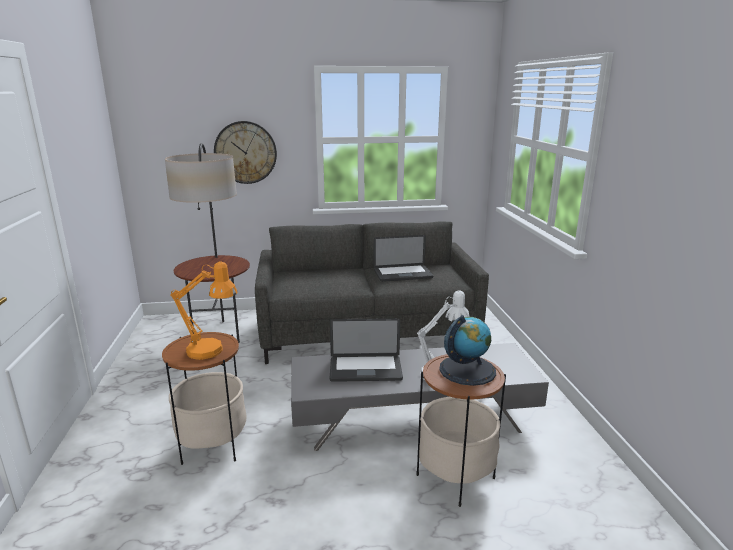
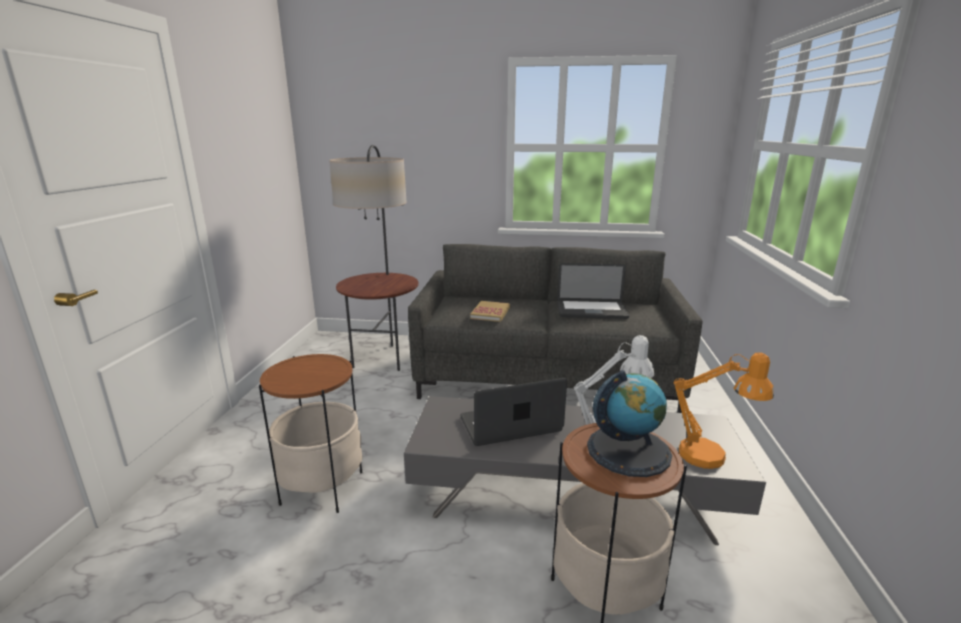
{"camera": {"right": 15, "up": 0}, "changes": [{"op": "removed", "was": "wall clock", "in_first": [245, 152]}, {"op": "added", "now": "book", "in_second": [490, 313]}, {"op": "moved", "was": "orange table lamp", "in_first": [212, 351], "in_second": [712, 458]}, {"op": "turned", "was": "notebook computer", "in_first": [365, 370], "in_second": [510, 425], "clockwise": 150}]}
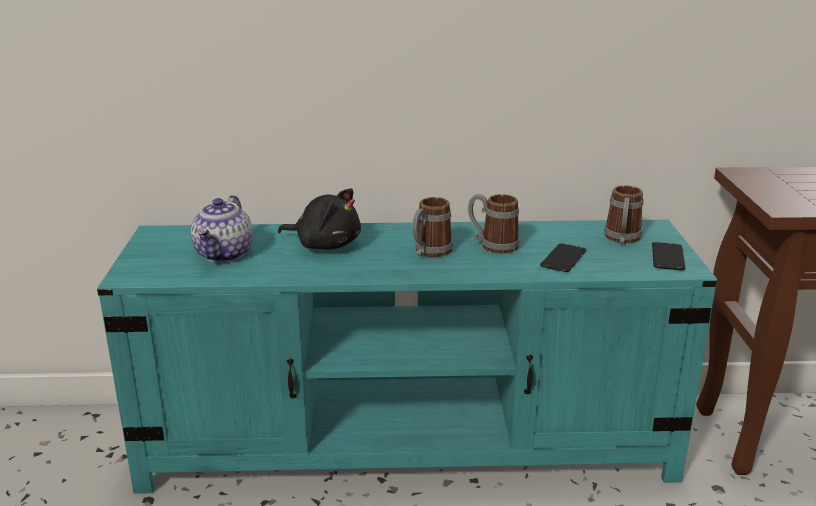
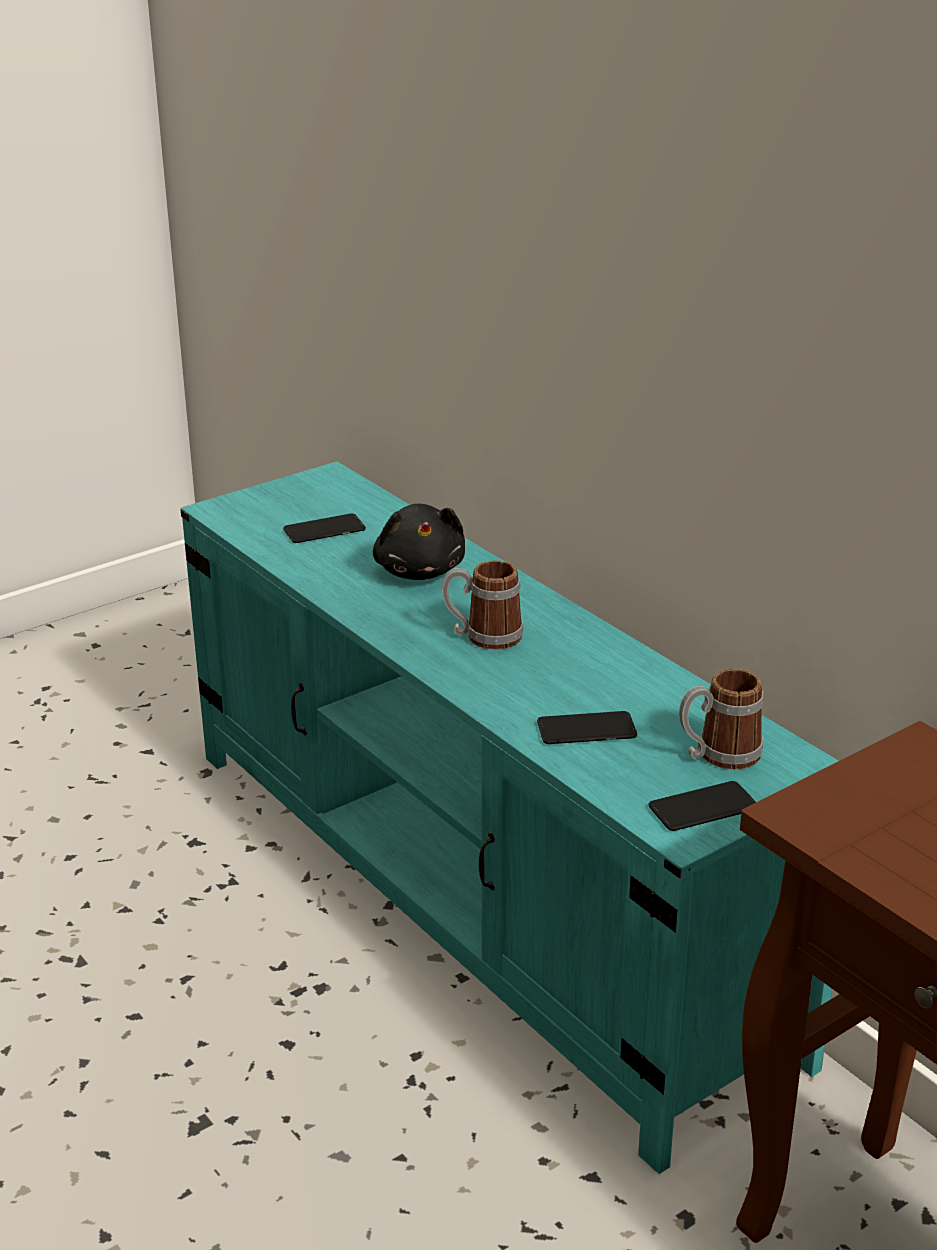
{"camera": {"right": 55, "up": 5}, "changes": [{"op": "removed", "was": "coffee mug", "in_first": [492, 245]}, {"op": "replaced", "was": "tea pot", "now": "telephone", "in_first": [224, 254], "in_second": [324, 530]}]}
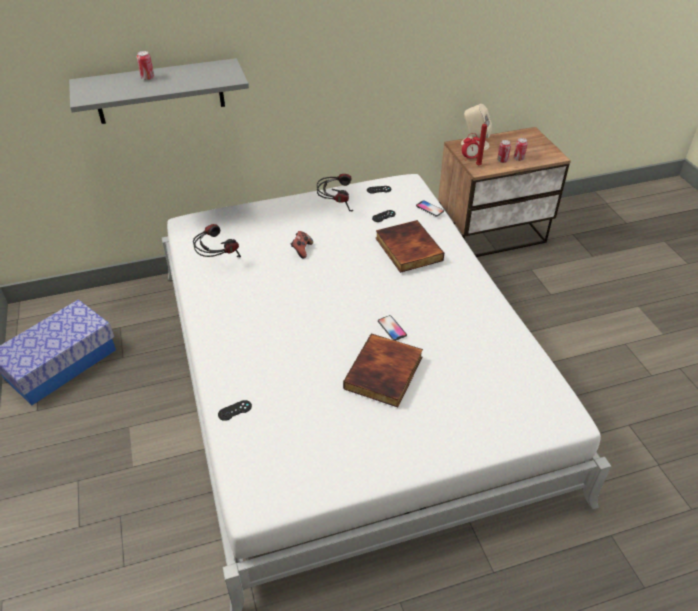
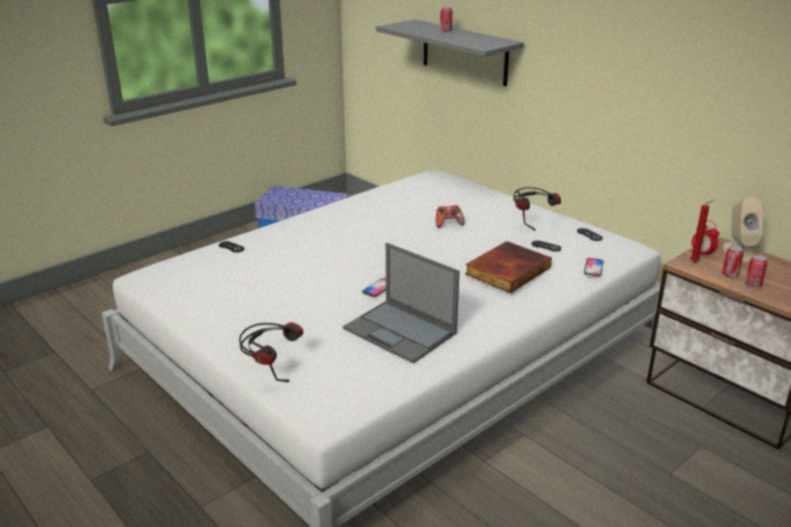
{"camera": {"right": 65, "up": -15}, "changes": [{"op": "removed", "was": "book", "in_first": [385, 373]}, {"op": "added", "now": "notebook computer", "in_second": [401, 331]}, {"op": "moved", "was": "headphones", "in_first": [217, 260], "in_second": [271, 368]}]}
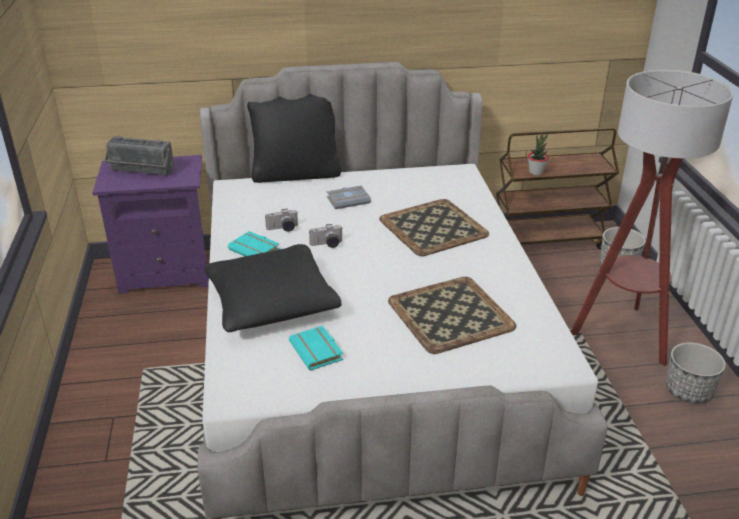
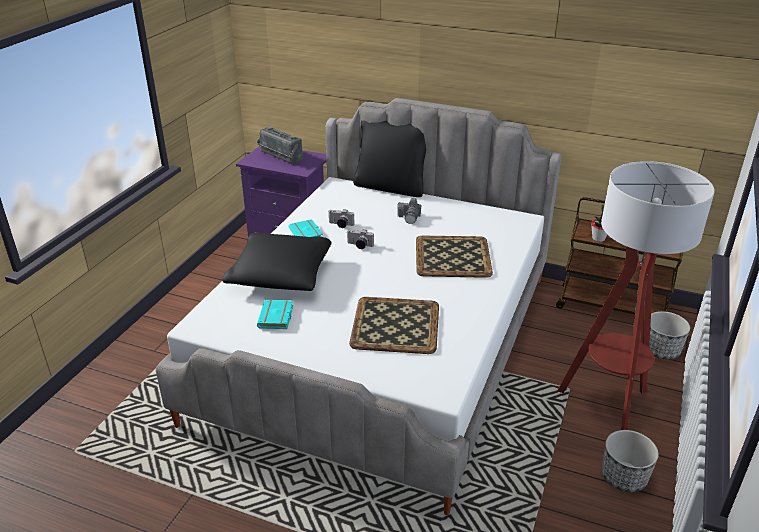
{"camera": {"right": 30, "up": 0}, "changes": [{"op": "replaced", "was": "greyish book", "now": "still camera", "in_first": [349, 200], "in_second": [410, 217]}]}
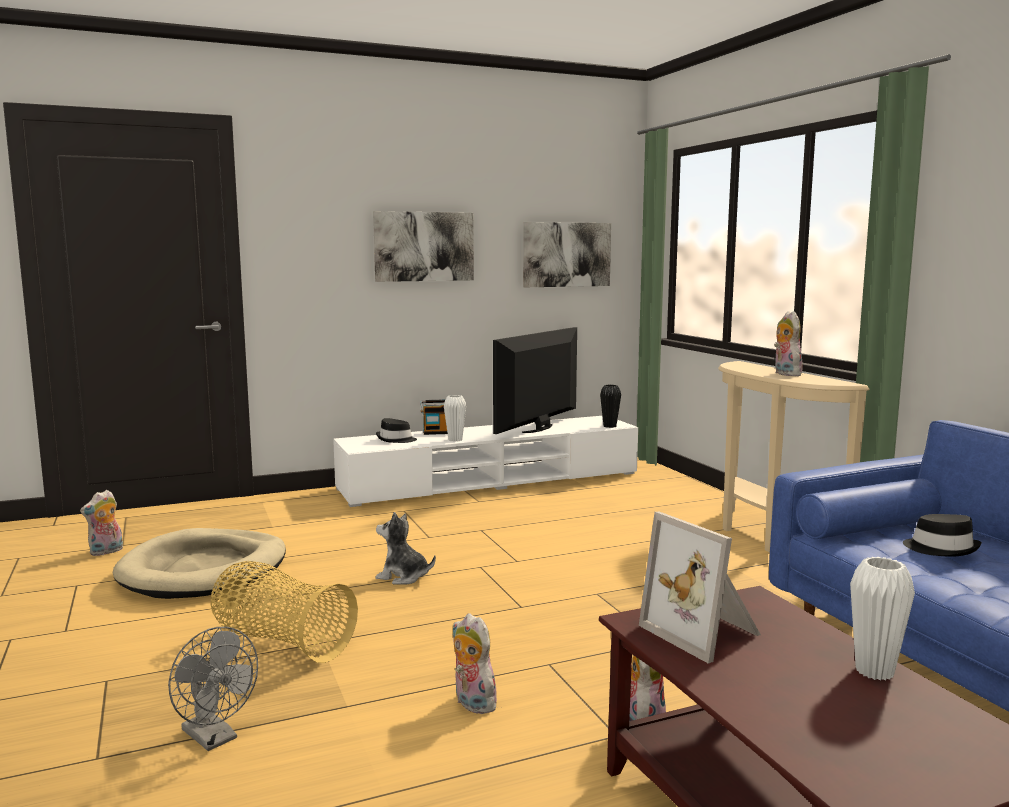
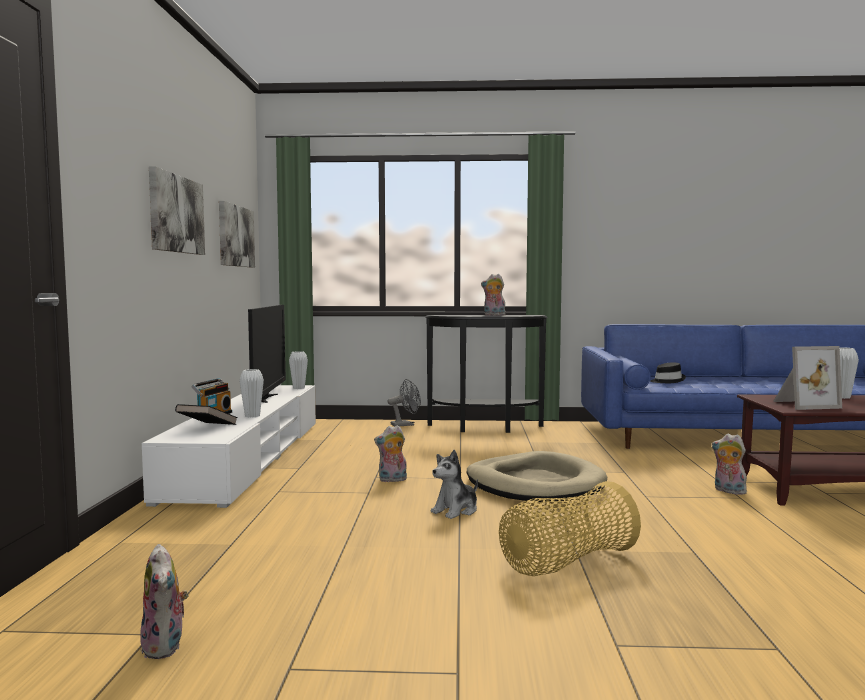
{"camera": {"right": -65, "up": -5}, "changes": [{"op": "moved", "was": "beige-coloured pet bed", "in_first": [204, 570], "in_second": [534, 484]}, {"op": "moved", "was": "greyish electric fan", "in_first": [215, 738], "in_second": [405, 424]}, {"op": "moved", "was": "soft toy", "in_first": [471, 703], "in_second": [392, 480]}, {"op": "replaced", "was": "black clothing hat", "now": "black book", "in_first": [396, 439], "in_second": [207, 428]}, {"op": "recoloured", "was": "black decorative vase", "now": "whitish decorative vase", "in_first": [609, 426], "in_second": [298, 388]}, {"op": "recoloured", "was": "beige-coloured narrow table", "now": "black narrow table", "in_first": [766, 537], "in_second": [485, 428]}, {"op": "turned", "was": "TV", "in_first": [540, 428], "in_second": [267, 398], "clockwise": -150}]}
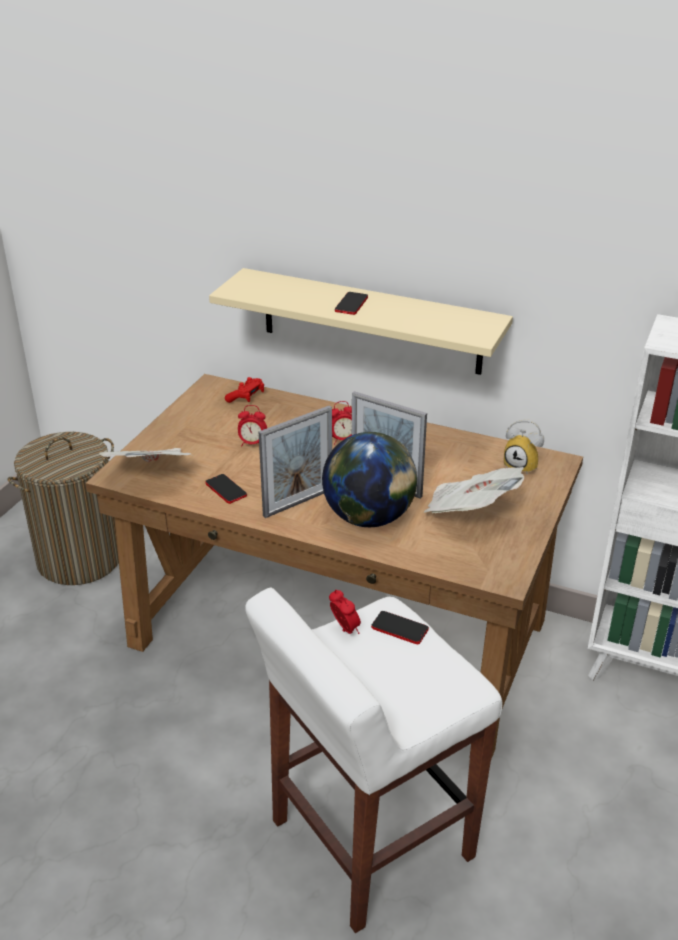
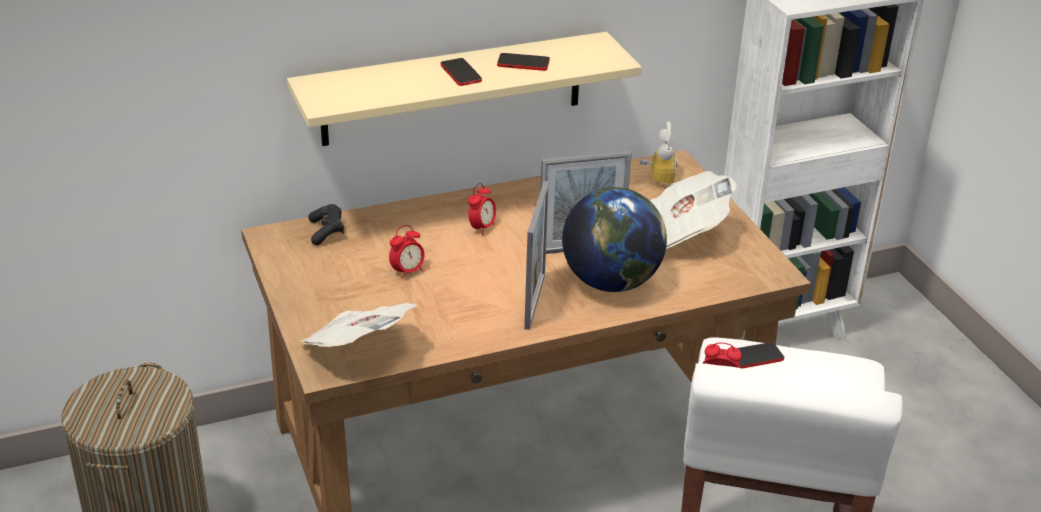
{"camera": {"right": -45, "up": 0}, "changes": [{"op": "moved", "was": "telephone", "in_first": [226, 489], "in_second": [523, 63]}, {"op": "recoloured", "was": "red game controller", "now": "black game controller", "in_first": [246, 397], "in_second": [326, 232]}, {"op": "turned", "was": "alarm clock", "in_first": [523, 466], "in_second": [656, 178], "clockwise": -75}]}
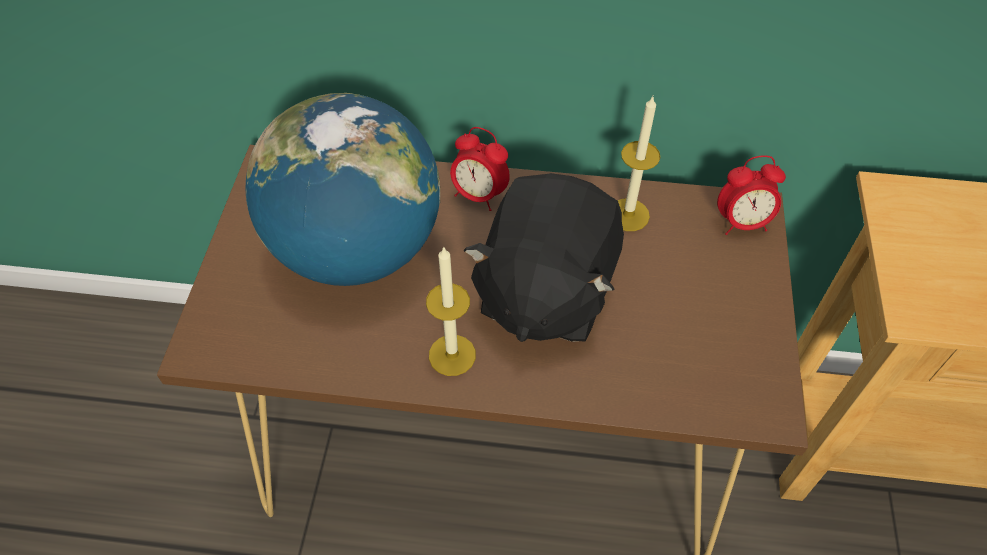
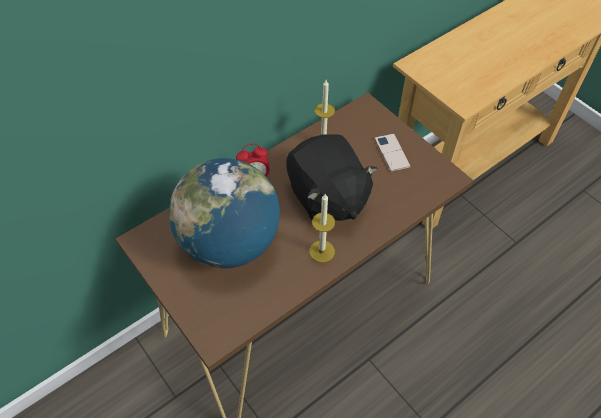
{"camera": {"right": -45, "up": 0}, "changes": [{"op": "removed", "was": "alarm clock", "in_first": [742, 223]}, {"op": "added", "now": "telephone", "in_second": [392, 153]}]}
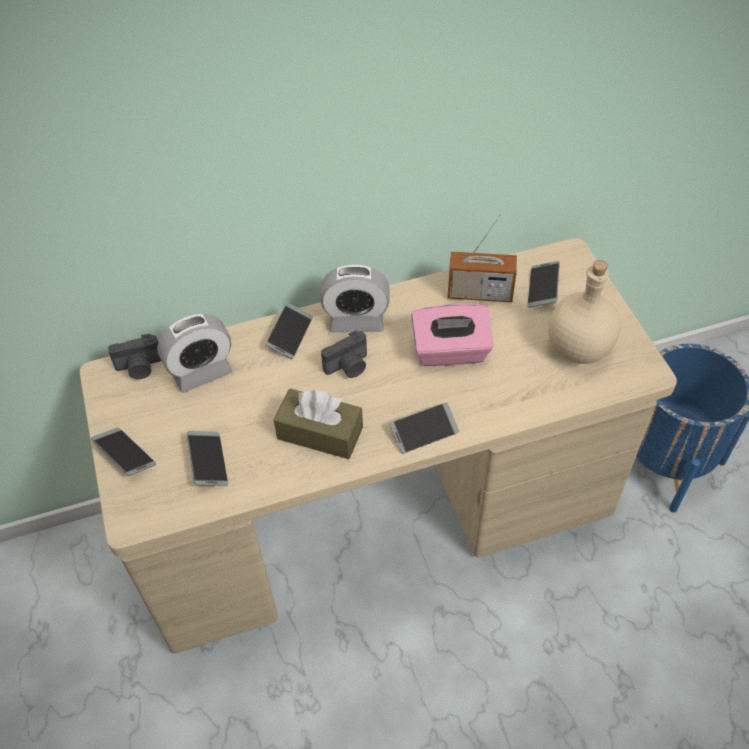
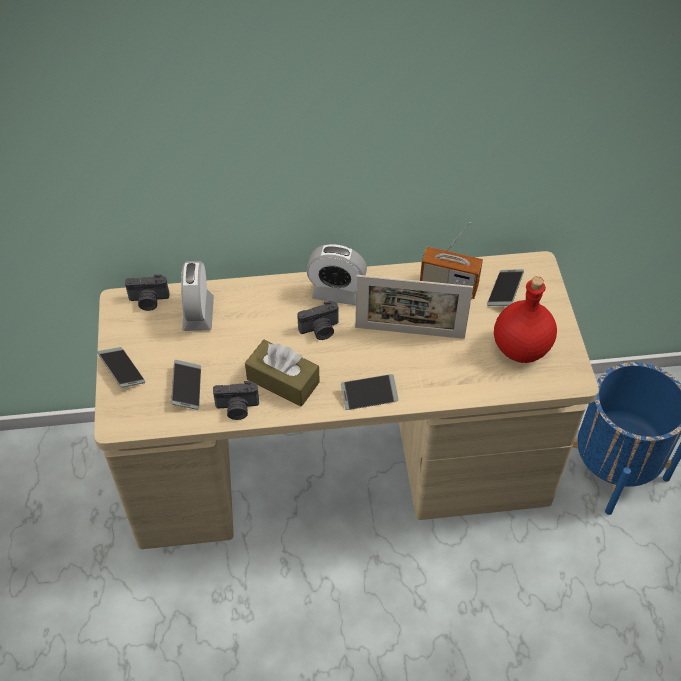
{"camera": {"right": 10, "up": 0}, "changes": [{"op": "removed", "was": "telephone", "in_first": [290, 335]}, {"op": "added", "now": "still camera", "in_second": [237, 408]}, {"op": "replaced", "was": "pinkish tissue holder", "now": "picture frame", "in_first": [450, 352], "in_second": [409, 332]}, {"op": "recoloured", "was": "beige-coloured bottle", "now": "red bottle", "in_first": [579, 349], "in_second": [521, 349]}, {"op": "turned", "was": "alarm clock", "in_first": [202, 372], "in_second": [198, 313], "clockwise": 105}]}
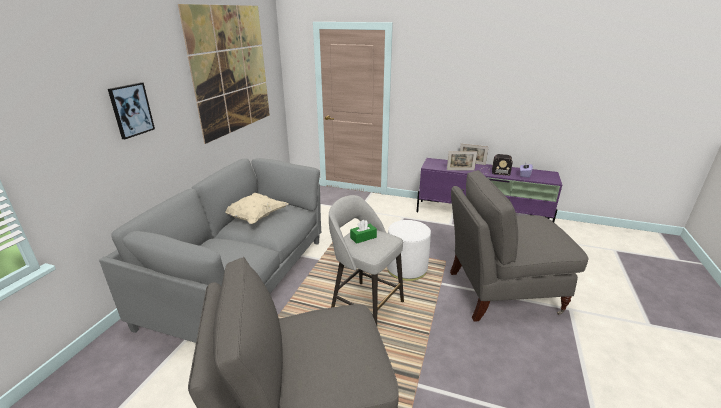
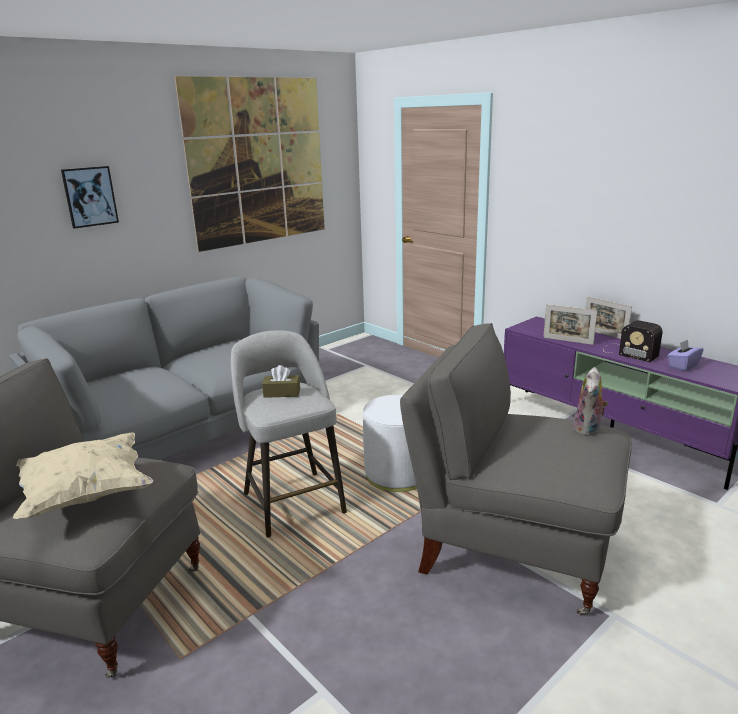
{"camera": {"right": 30, "up": -5}, "changes": [{"op": "added", "now": "soft toy", "in_second": [588, 430]}, {"op": "moved", "was": "beige-coloured pillow", "in_first": [255, 217], "in_second": [86, 495]}, {"op": "recoloured", "was": "greenish tissue holder", "now": "brown tissue holder", "in_first": [363, 237], "in_second": [282, 393]}]}
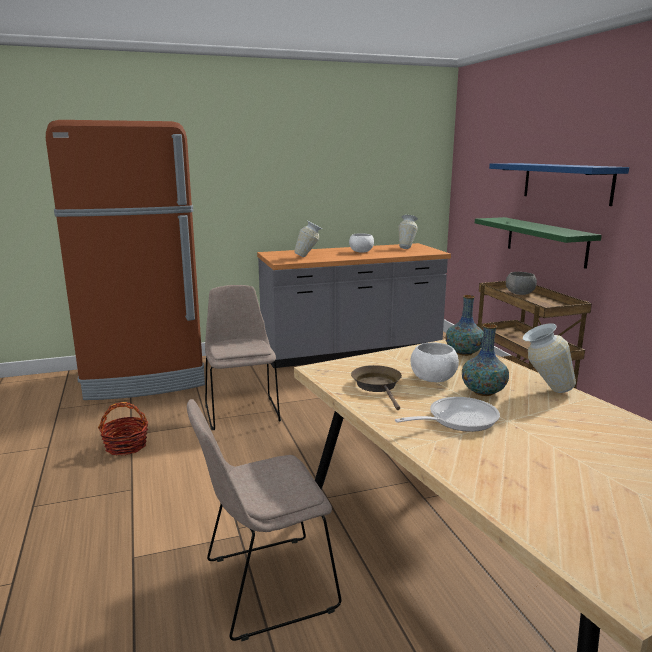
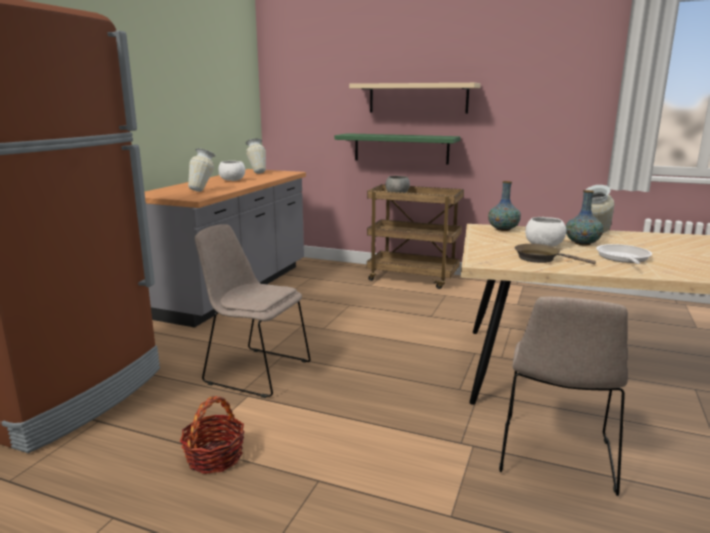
{"camera": {"right": -50, "up": 0}, "changes": [{"op": "recoloured", "was": "blue shelf", "now": "beige-coloured shelf", "in_first": [566, 182], "in_second": [418, 98]}]}
